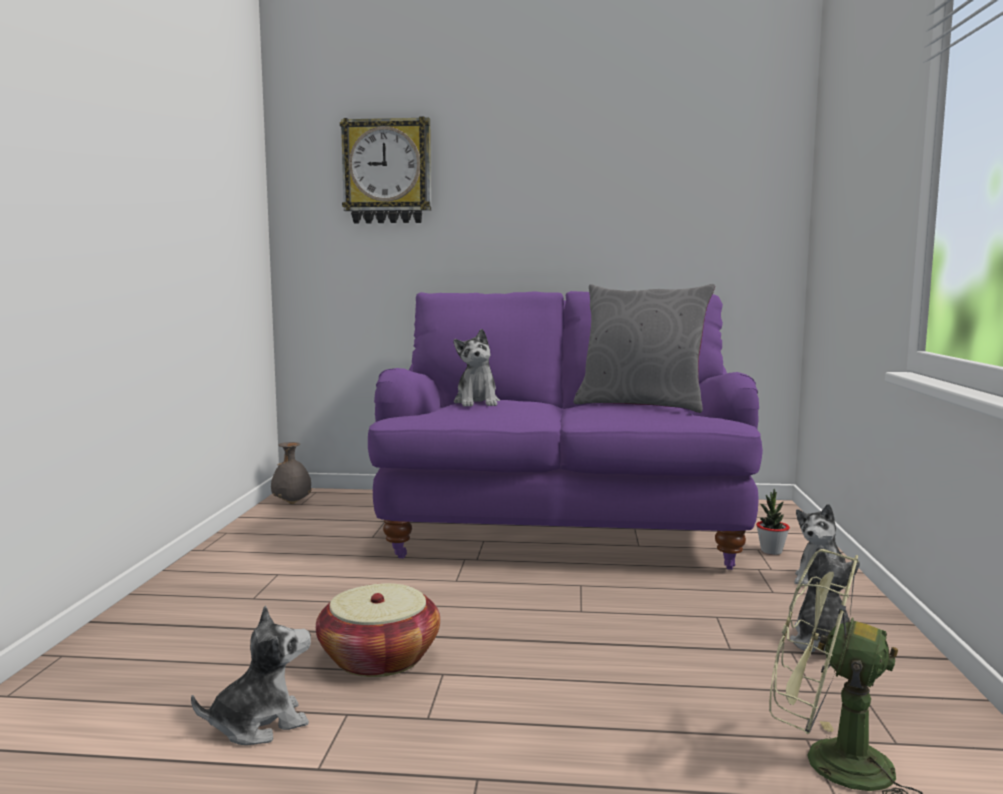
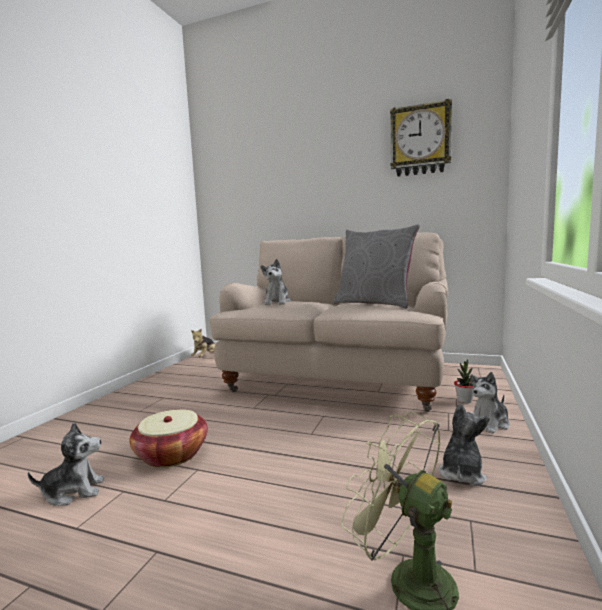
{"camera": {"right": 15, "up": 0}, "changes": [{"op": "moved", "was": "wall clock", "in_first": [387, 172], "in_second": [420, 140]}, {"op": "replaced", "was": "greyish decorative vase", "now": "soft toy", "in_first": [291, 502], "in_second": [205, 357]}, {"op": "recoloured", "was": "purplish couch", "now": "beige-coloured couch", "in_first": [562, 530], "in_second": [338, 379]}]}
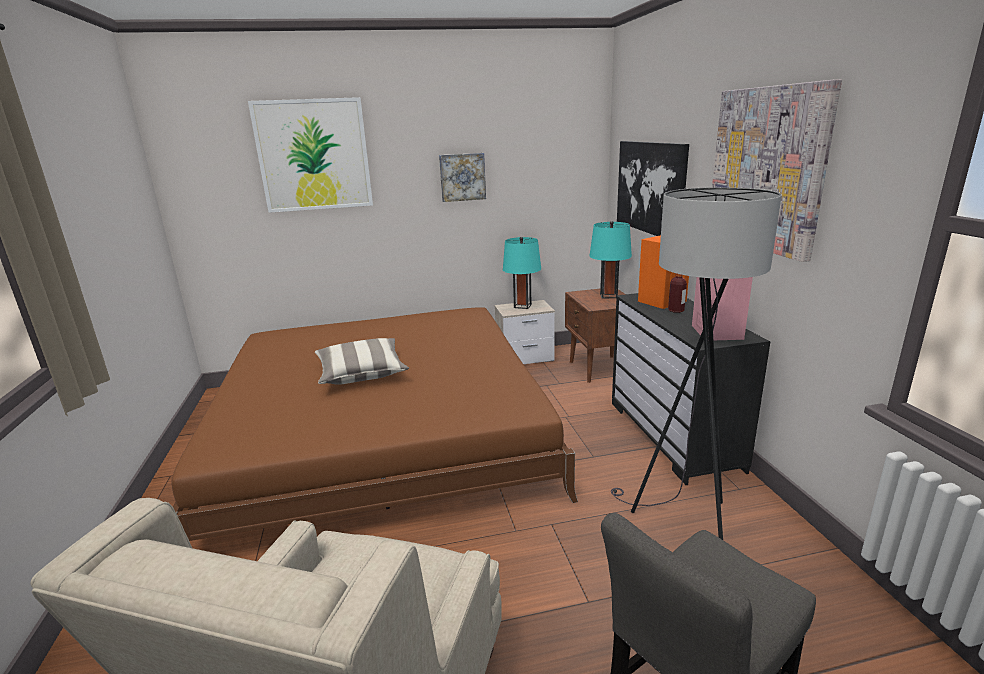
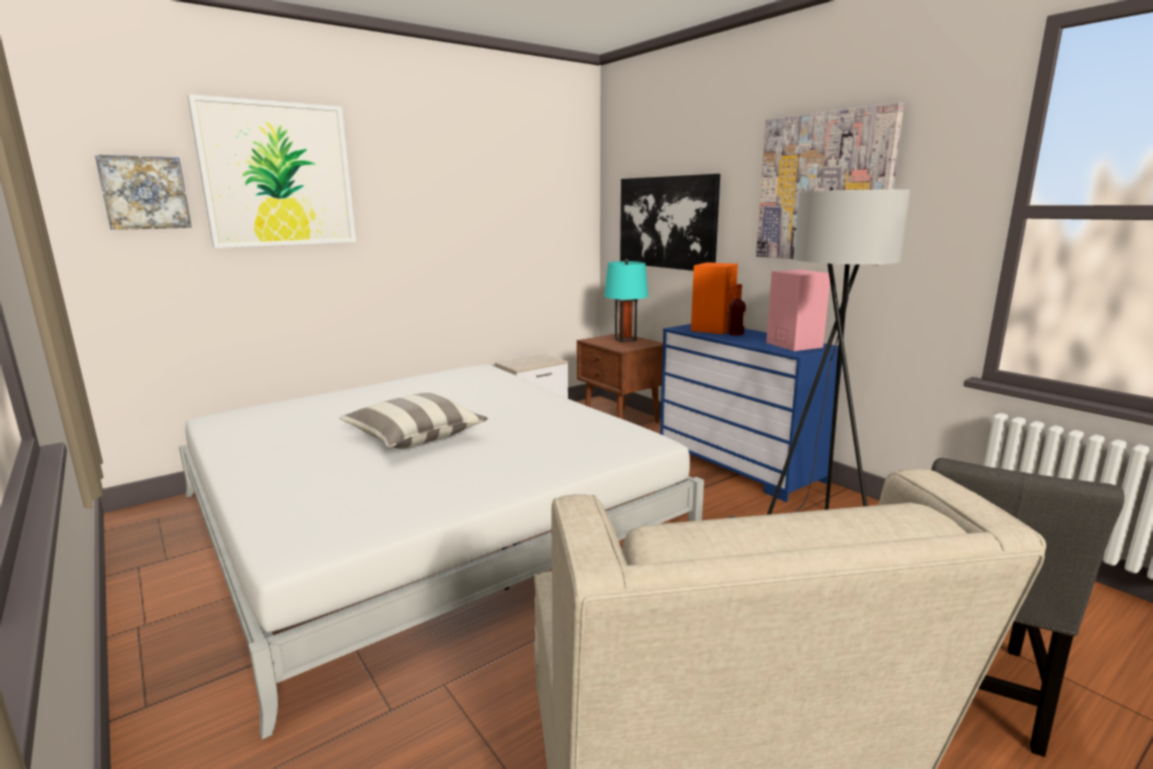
{"camera": {"right": -25, "up": -5}, "changes": [{"op": "removed", "was": "turquoise table lamp", "in_first": [522, 306]}, {"op": "moved", "was": "wall picture", "in_first": [462, 177], "in_second": [145, 193]}, {"op": "recoloured", "was": "brown bedroom bed", "now": "whitish bedroom bed", "in_first": [382, 431], "in_second": [426, 515]}, {"op": "recoloured", "was": "black drawer chest", "now": "blue drawer chest", "in_first": [673, 434], "in_second": [739, 464]}]}
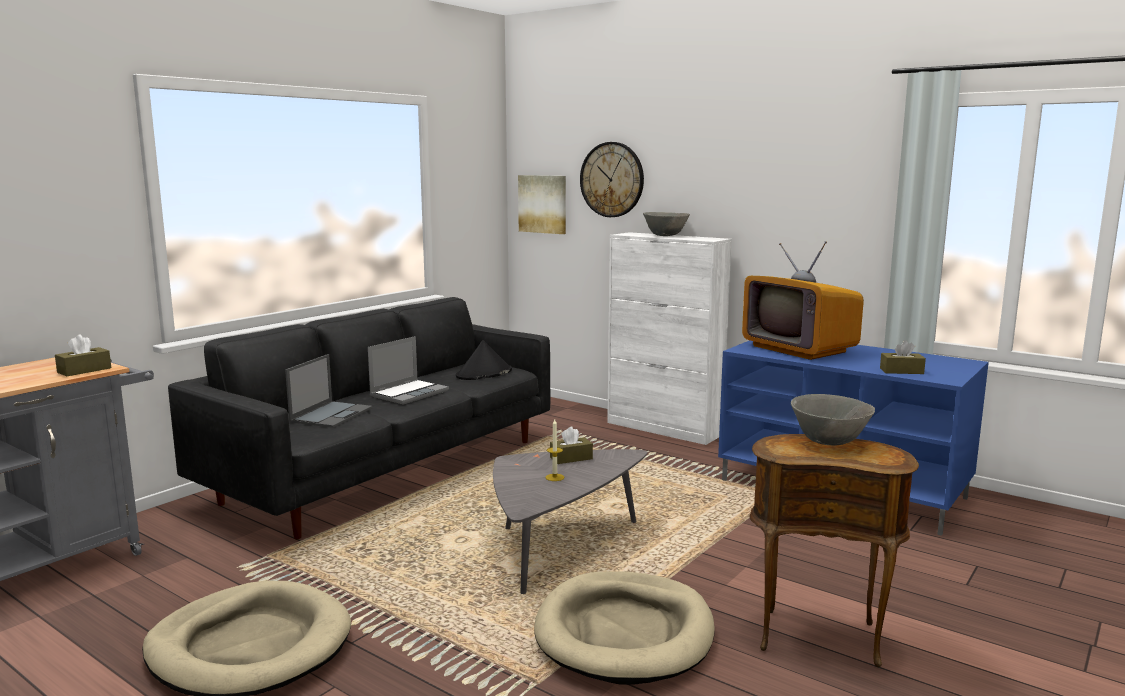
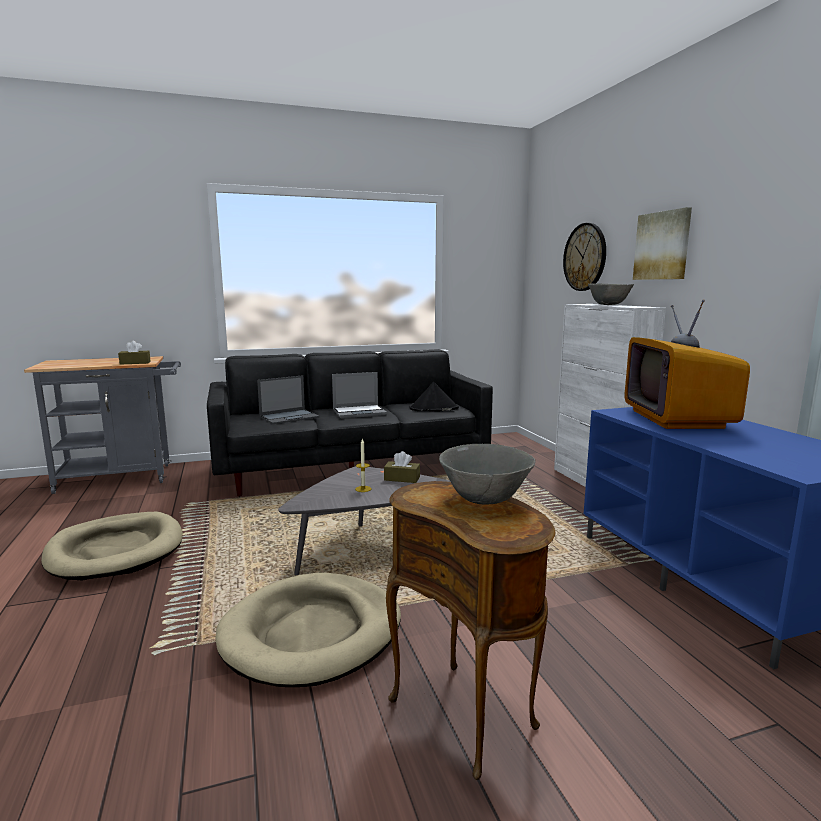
{"camera": {"right": 35, "up": 0}, "changes": [{"op": "removed", "was": "brown tissue holder", "in_first": [901, 371]}, {"op": "moved", "was": "wall picture", "in_first": [543, 204], "in_second": [662, 246]}]}
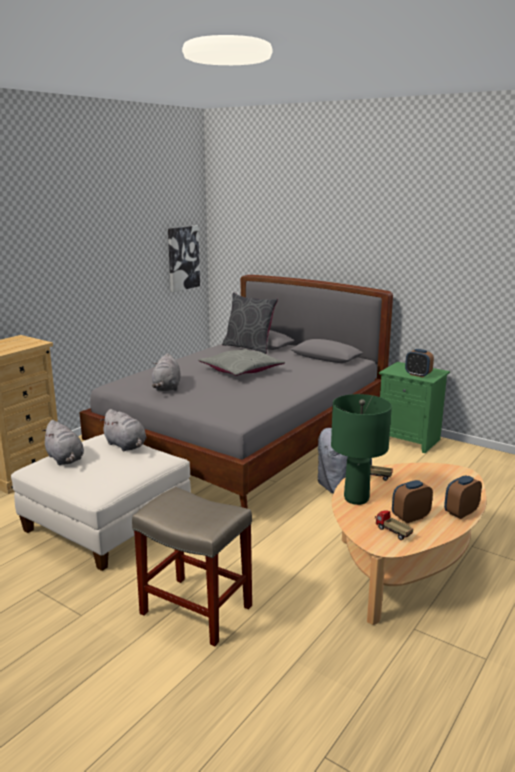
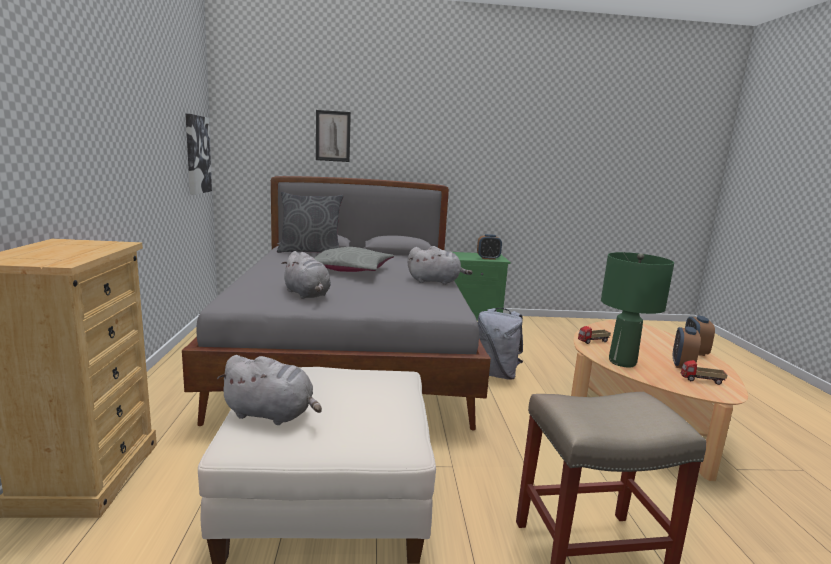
{"camera": {"right": -40, "up": -5}, "changes": [{"op": "added", "now": "wall picture", "in_second": [333, 136]}, {"op": "moved", "was": "greyish soft toy", "in_first": [126, 446], "in_second": [436, 281]}]}
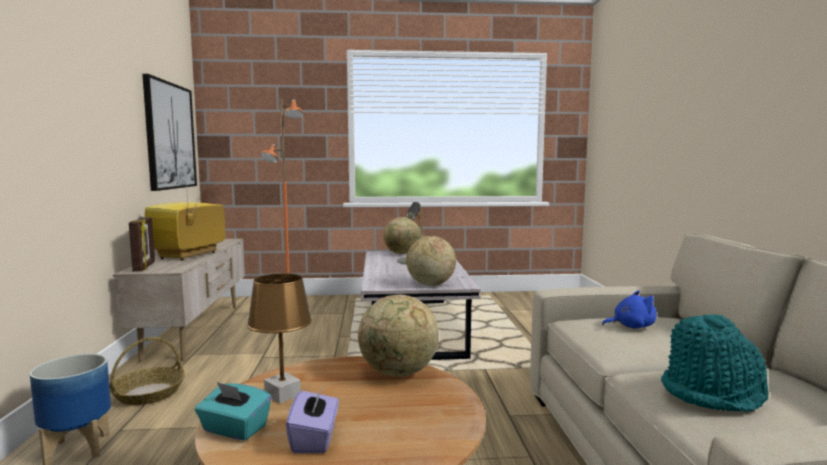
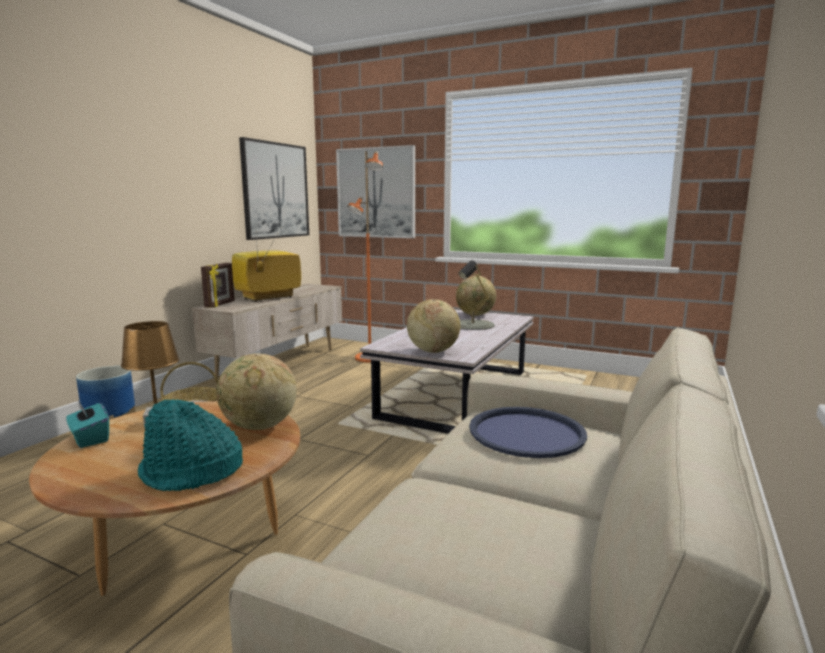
{"camera": {"right": 30, "up": 5}, "changes": [{"op": "removed", "was": "purplish tissue holder", "in_first": [315, 439]}, {"op": "added", "now": "wall picture", "in_second": [376, 193]}, {"op": "moved", "was": "turquoise clothing hat", "in_first": [713, 393], "in_second": [191, 473]}, {"op": "replaced", "was": "blue soft toy", "now": "blue tray", "in_first": [631, 326], "in_second": [526, 433]}]}
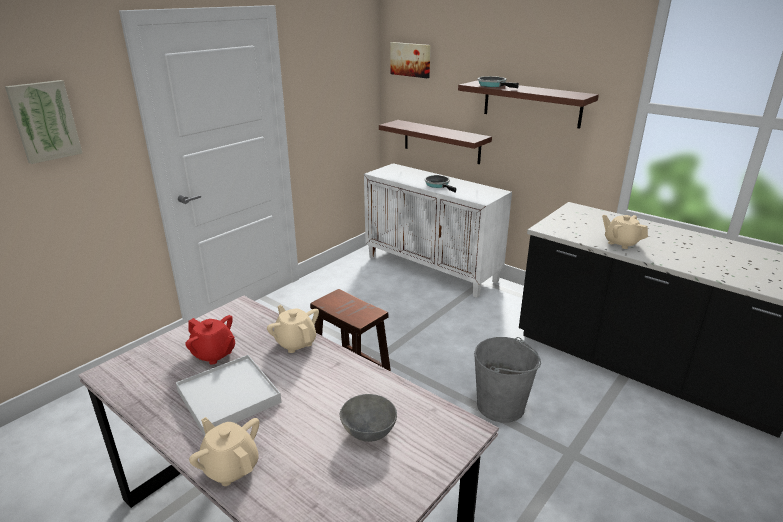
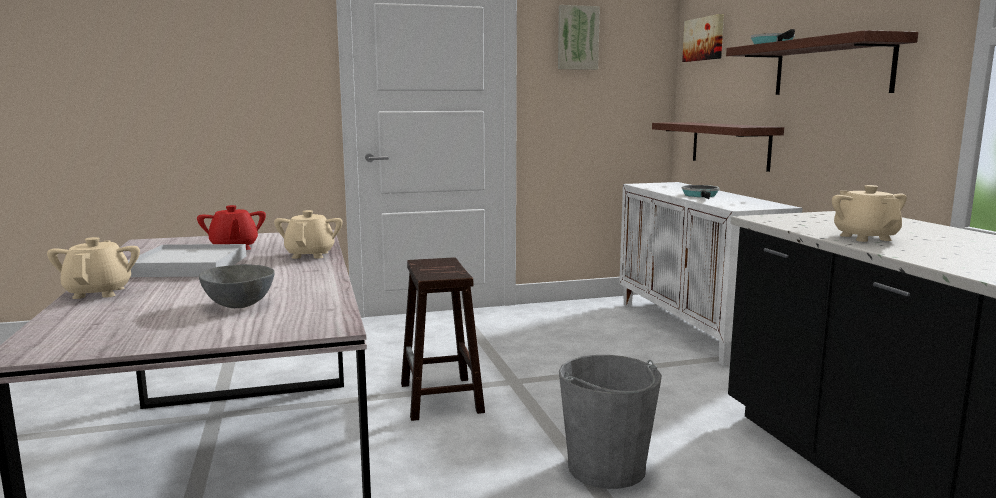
{"camera": {"right": 35, "up": -15}, "changes": [{"op": "moved", "was": "wall picture", "in_first": [44, 121], "in_second": [577, 38]}]}
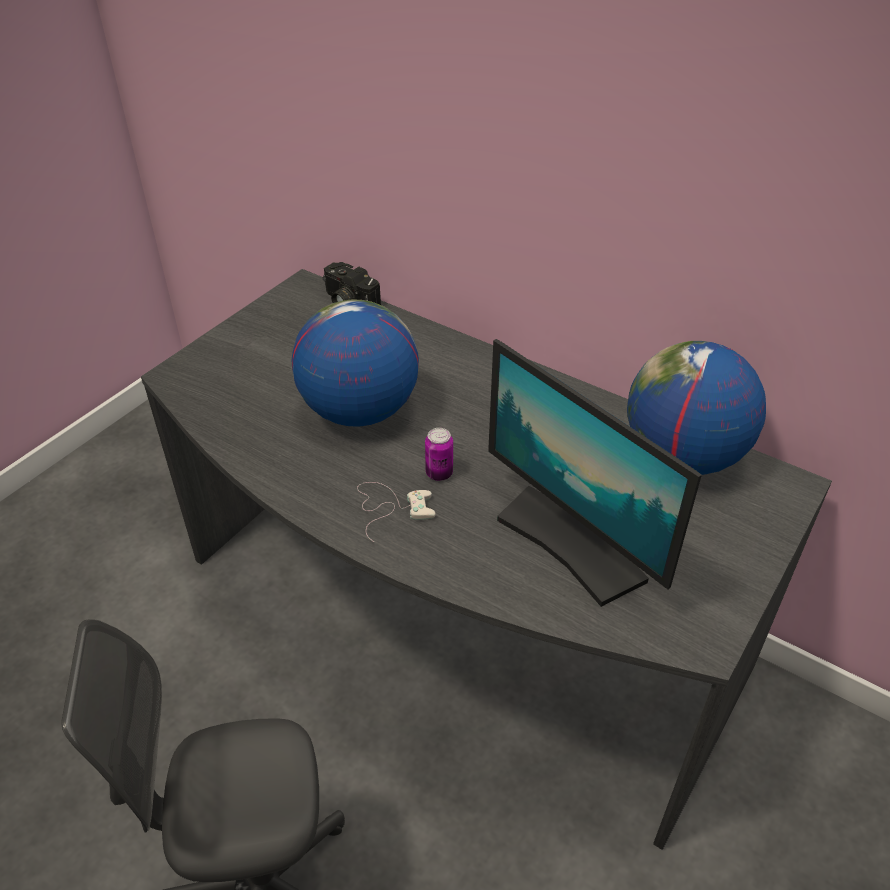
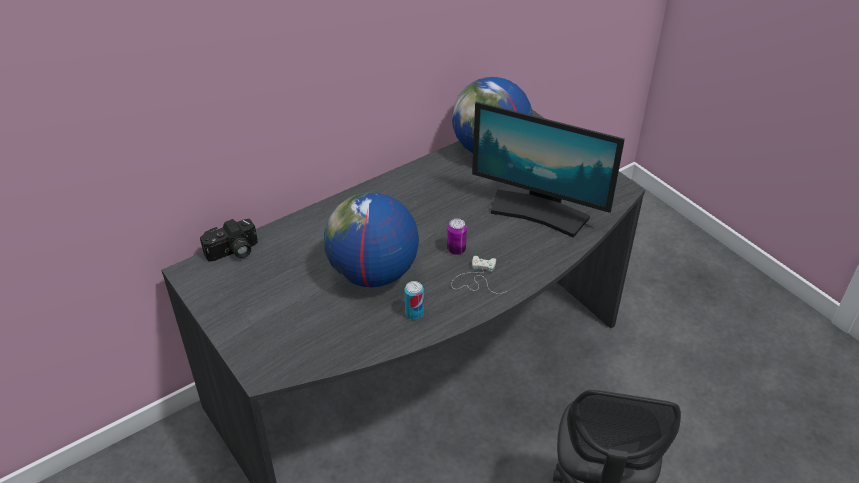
{"camera": {"right": -70, "up": 0}, "changes": [{"op": "added", "now": "can", "in_second": [414, 313]}, {"op": "turned", "was": "computer display", "in_first": [572, 543], "in_second": [538, 212], "clockwise": 45}]}
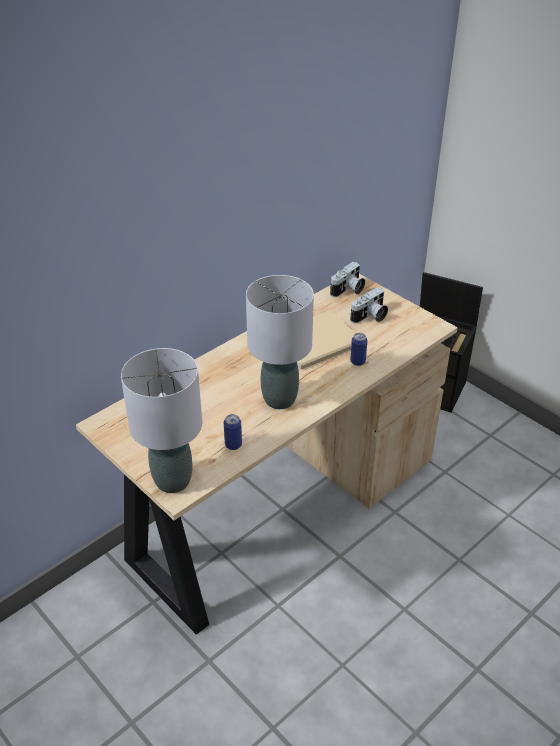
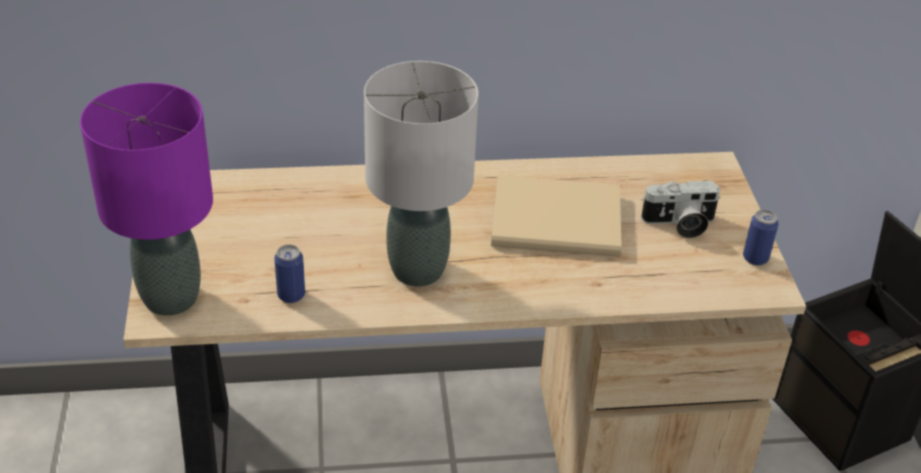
{"camera": {"right": 35, "up": 0}, "changes": [{"op": "removed", "was": "still camera", "in_first": [348, 290]}, {"op": "moved", "was": "can", "in_first": [357, 361], "in_second": [755, 258]}, {"op": "recoloured", "was": "greyish table lamp", "now": "purplish table lamp", "in_first": [172, 481], "in_second": [169, 298]}]}
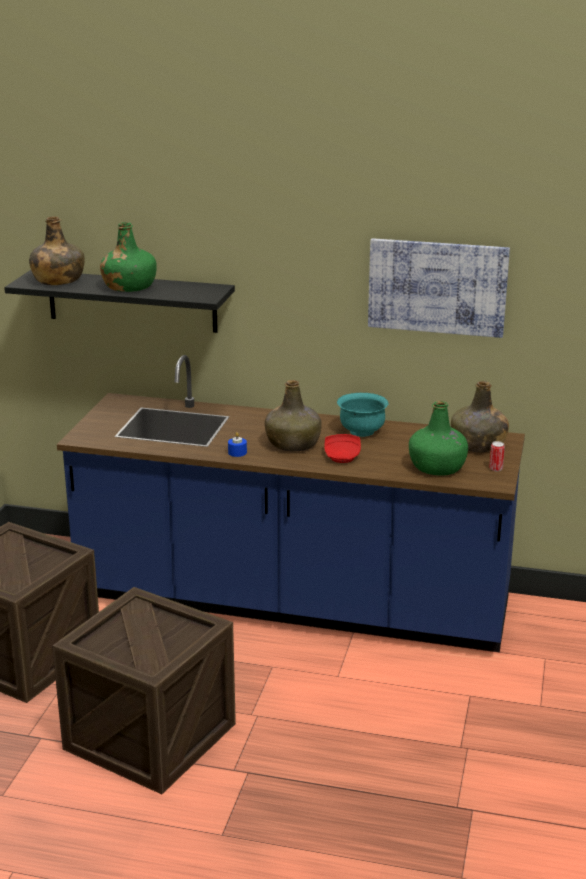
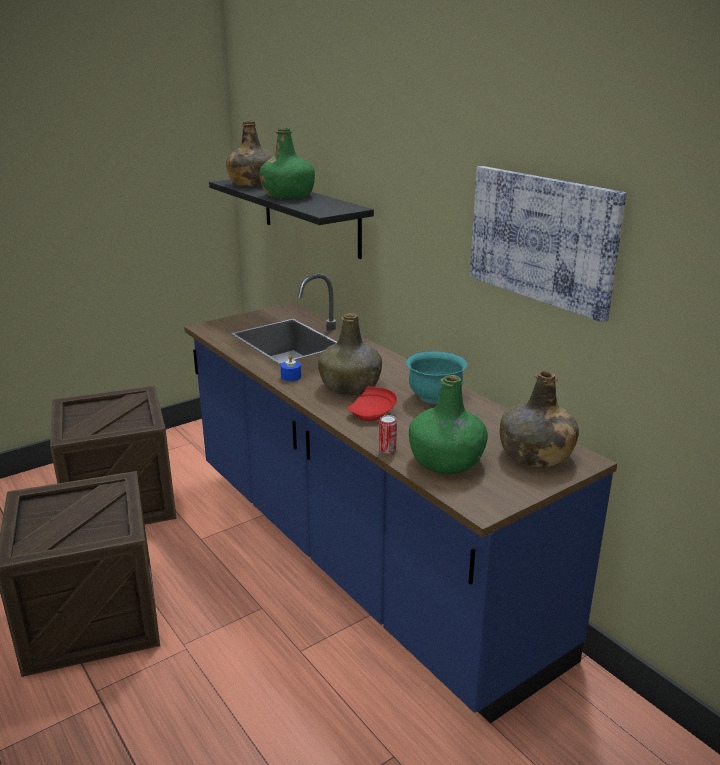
{"camera": {"right": 40, "up": 0}, "changes": [{"op": "moved", "was": "can", "in_first": [496, 469], "in_second": [387, 449]}]}
